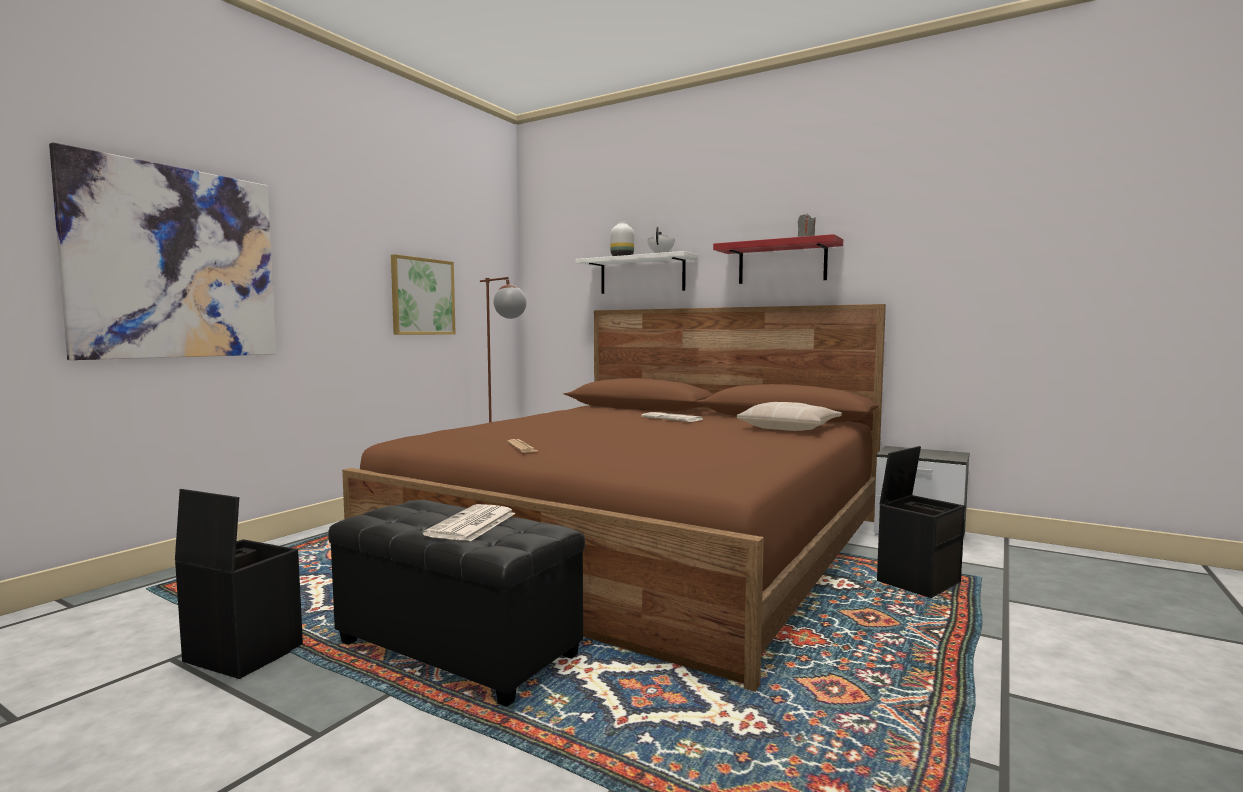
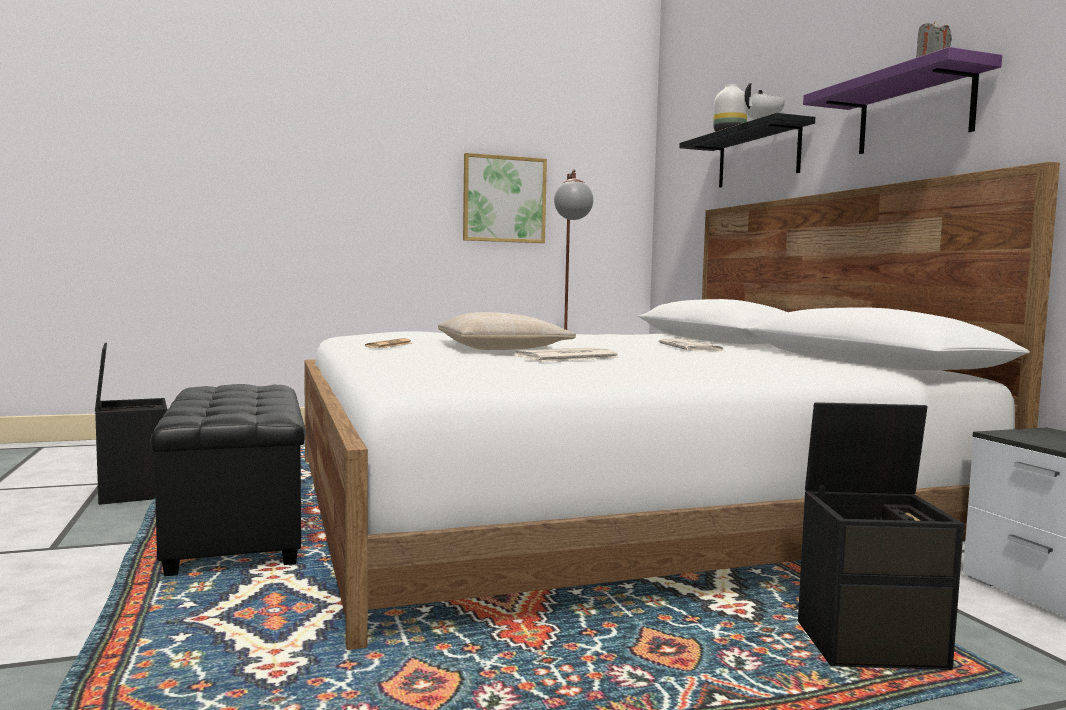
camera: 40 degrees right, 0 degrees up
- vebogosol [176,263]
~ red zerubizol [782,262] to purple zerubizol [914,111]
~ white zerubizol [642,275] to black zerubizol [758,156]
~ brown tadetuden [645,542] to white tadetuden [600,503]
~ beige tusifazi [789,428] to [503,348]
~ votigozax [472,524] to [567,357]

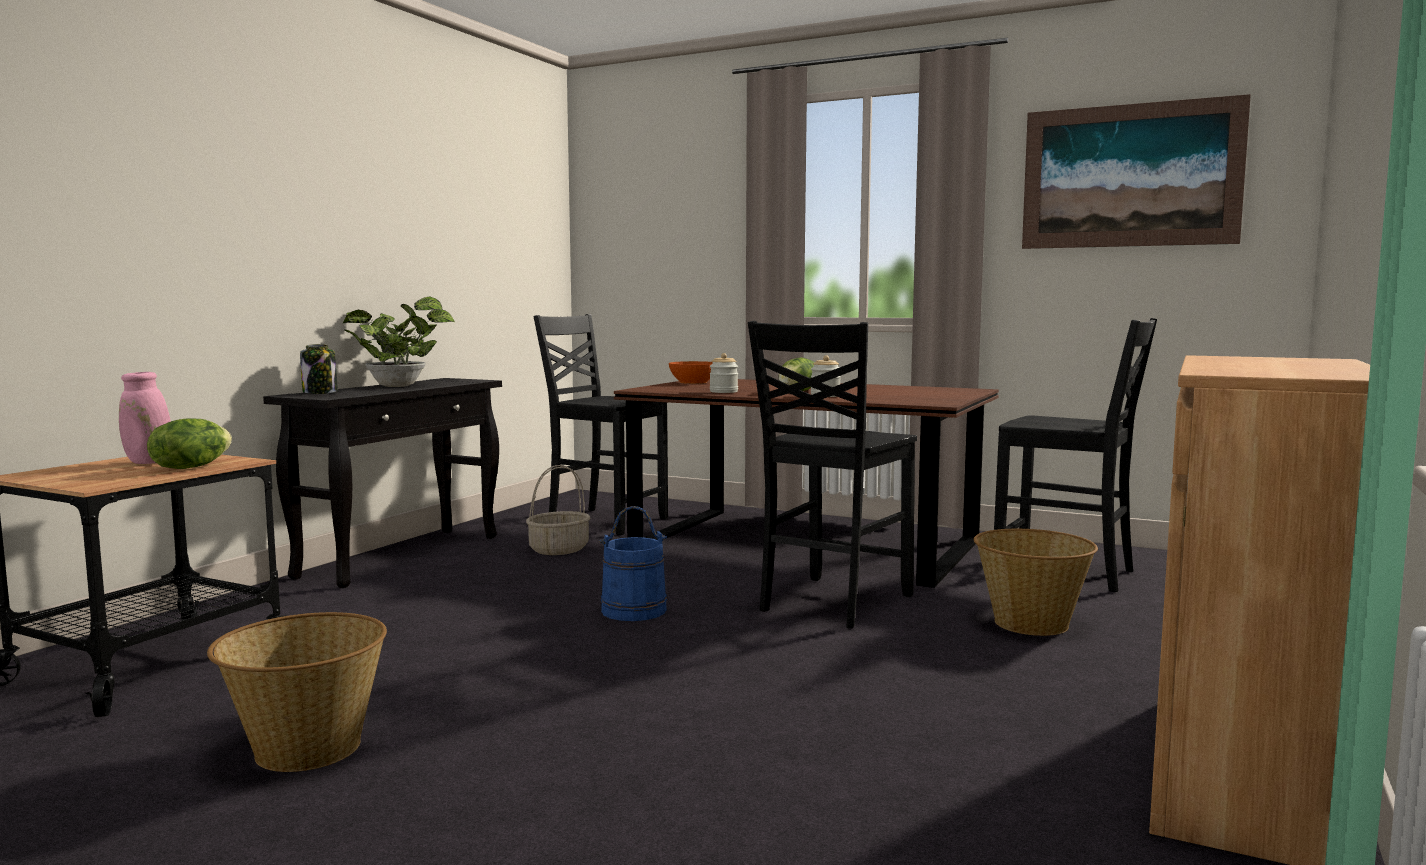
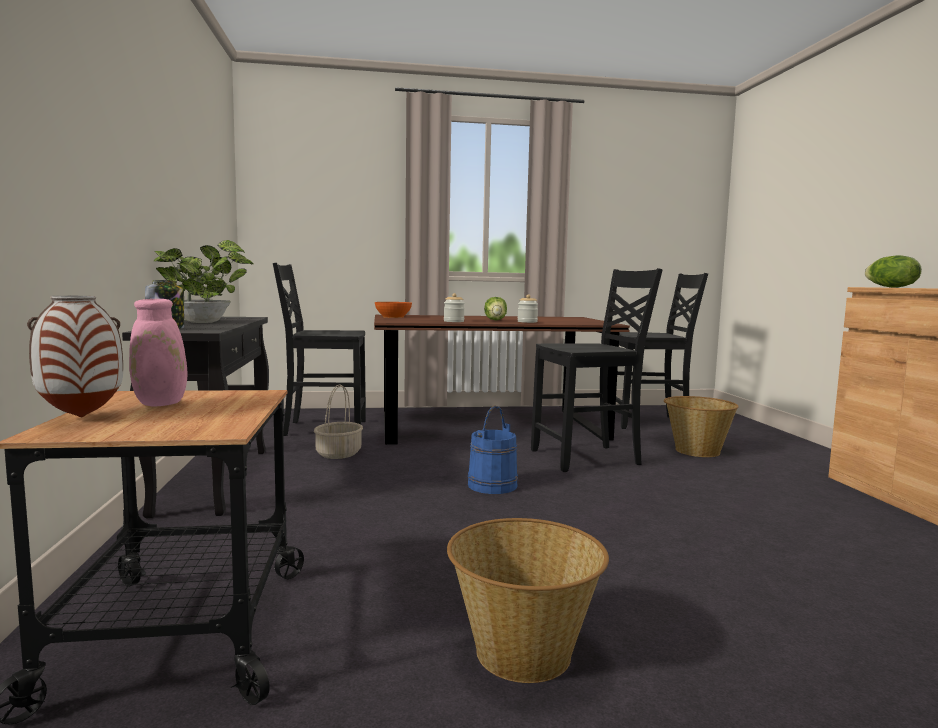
camera: 35 degrees left, 0 degrees up
- vebogosol [1130,176]
~ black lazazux [832,603] = [588,458] 105 degrees counterclockwise
~ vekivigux [191,467] to [890,287]
+ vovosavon [82,417]

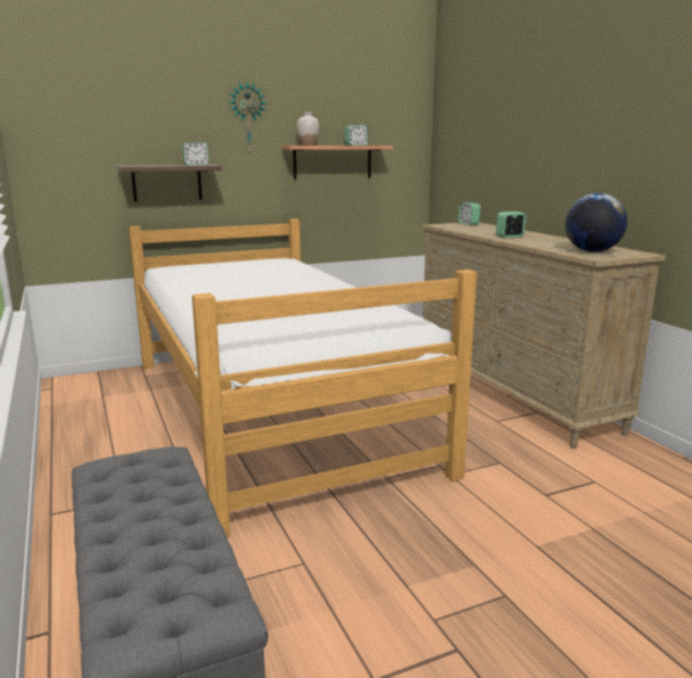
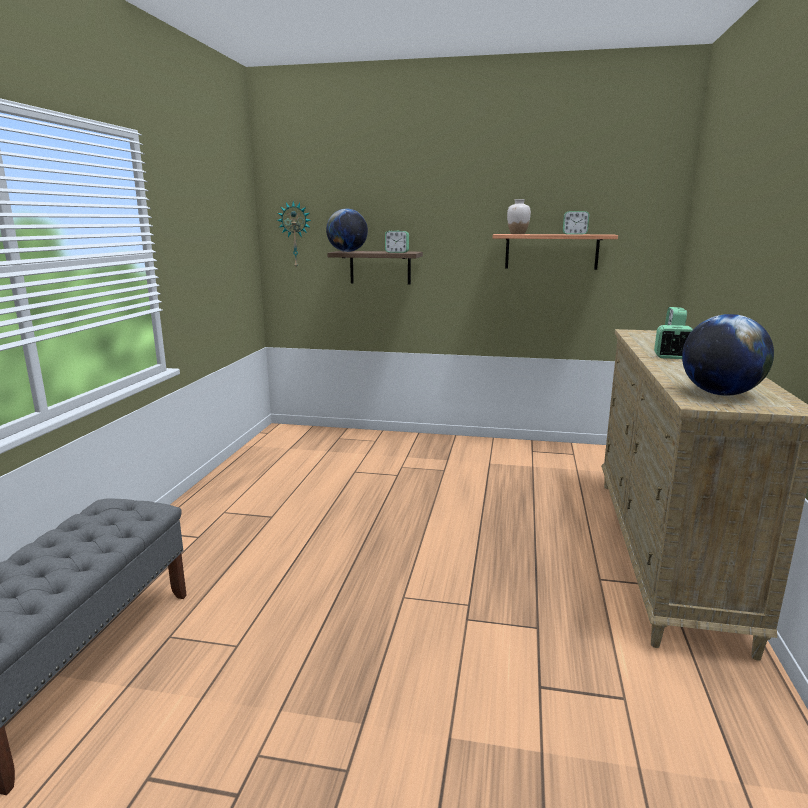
camera: 35 degrees right, 0 degrees up
~ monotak [247,119] to [295,235]
- tadetuden [271,410]
+ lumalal [347,251]

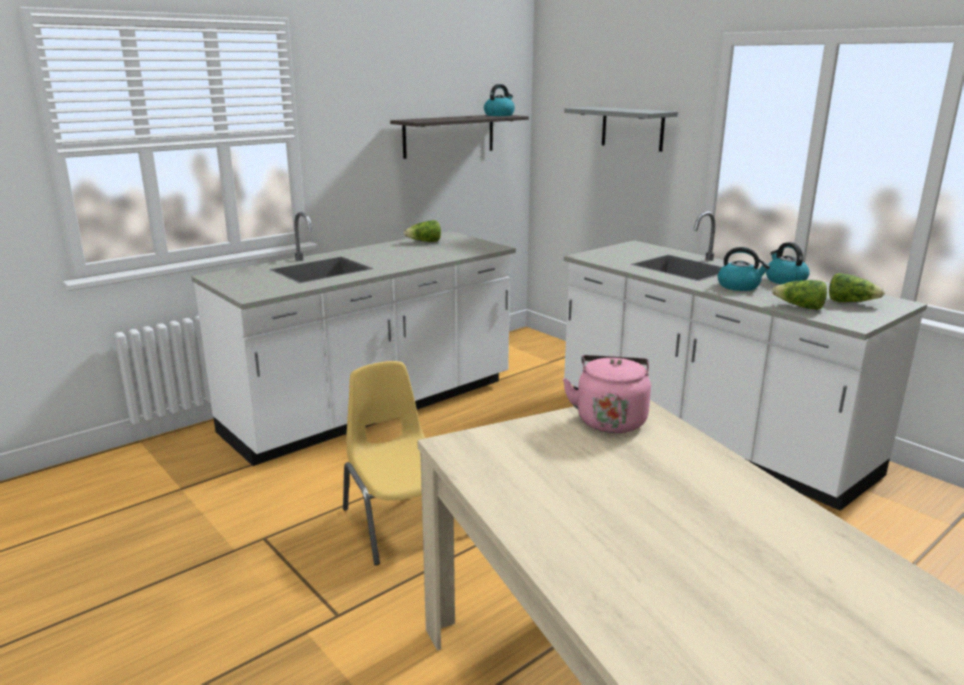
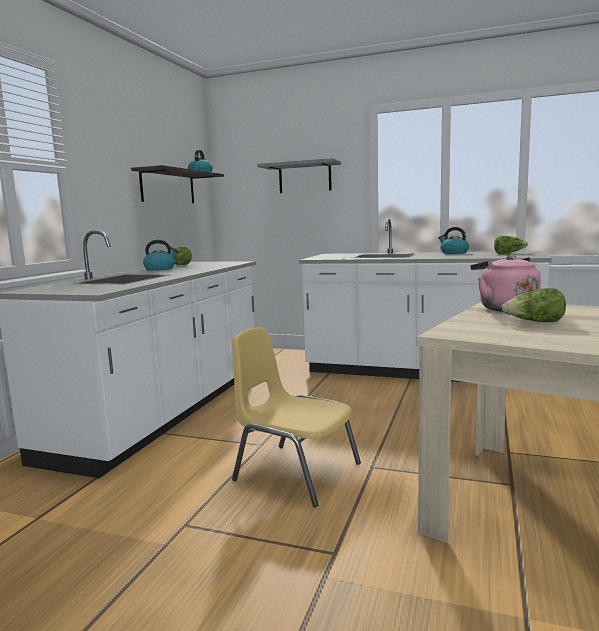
camera: 30 degrees left, 10 degrees down
~ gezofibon [739,286] to [160,269]
~ vekivigux [800,307] to [534,322]

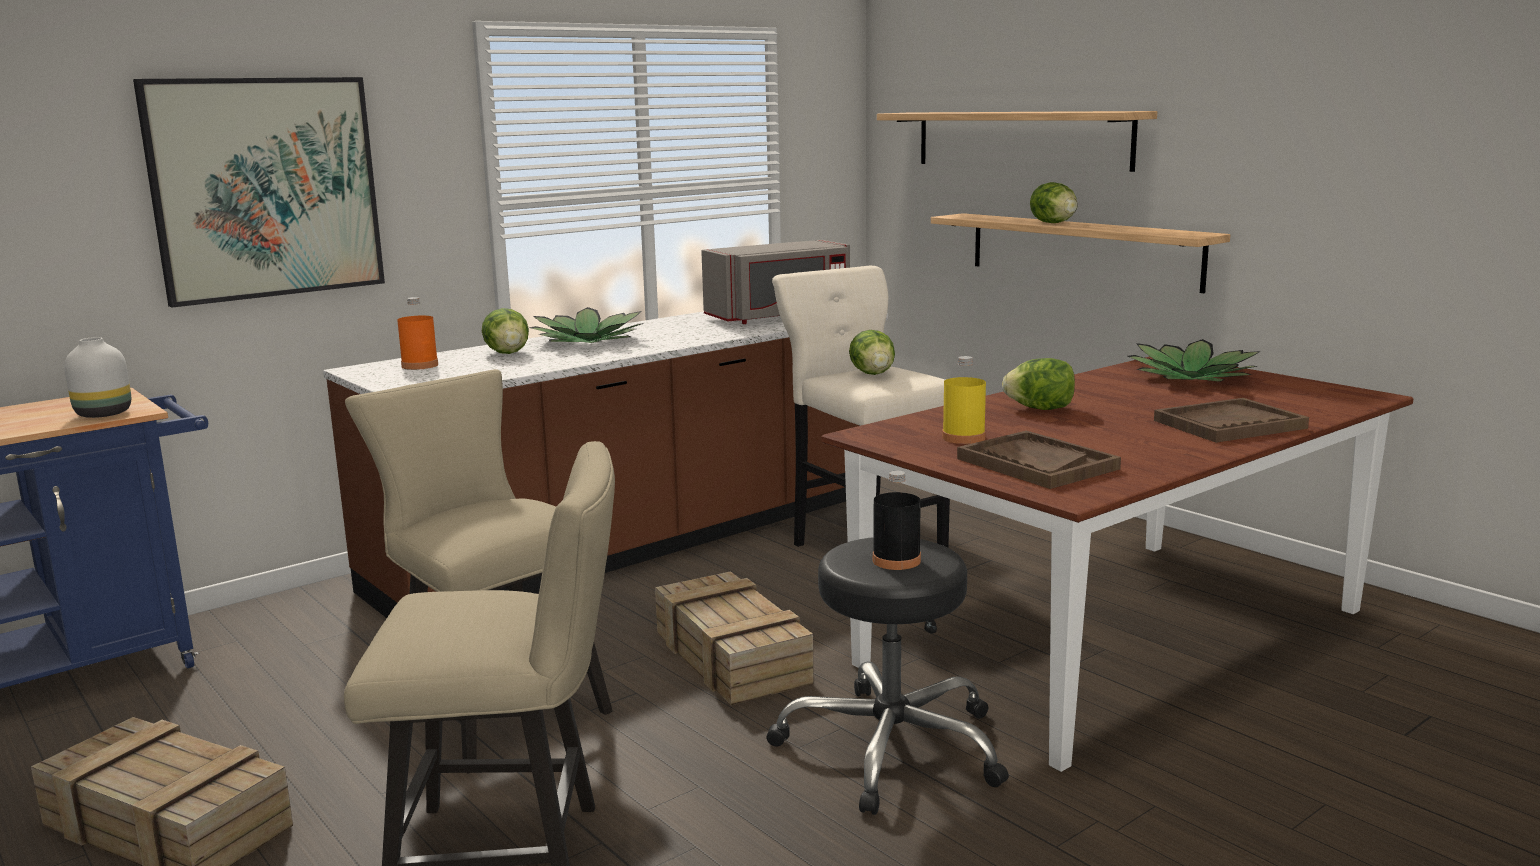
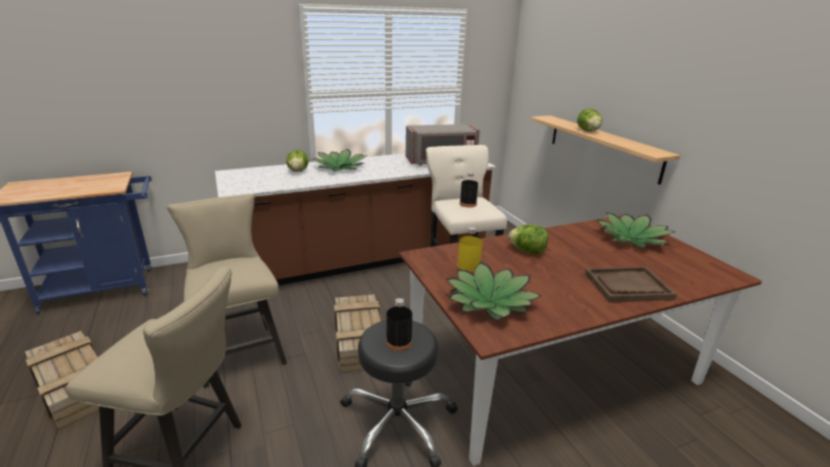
camera: 15 degrees right, 10 degrees up
- vebogosol [266,188]
- zerubizol [1020,139]
- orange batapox [420,365]
~ vekivigux [873,374] to black batapox [468,204]
- white vovosavon [102,414]
~ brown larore [1036,464] to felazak [490,301]

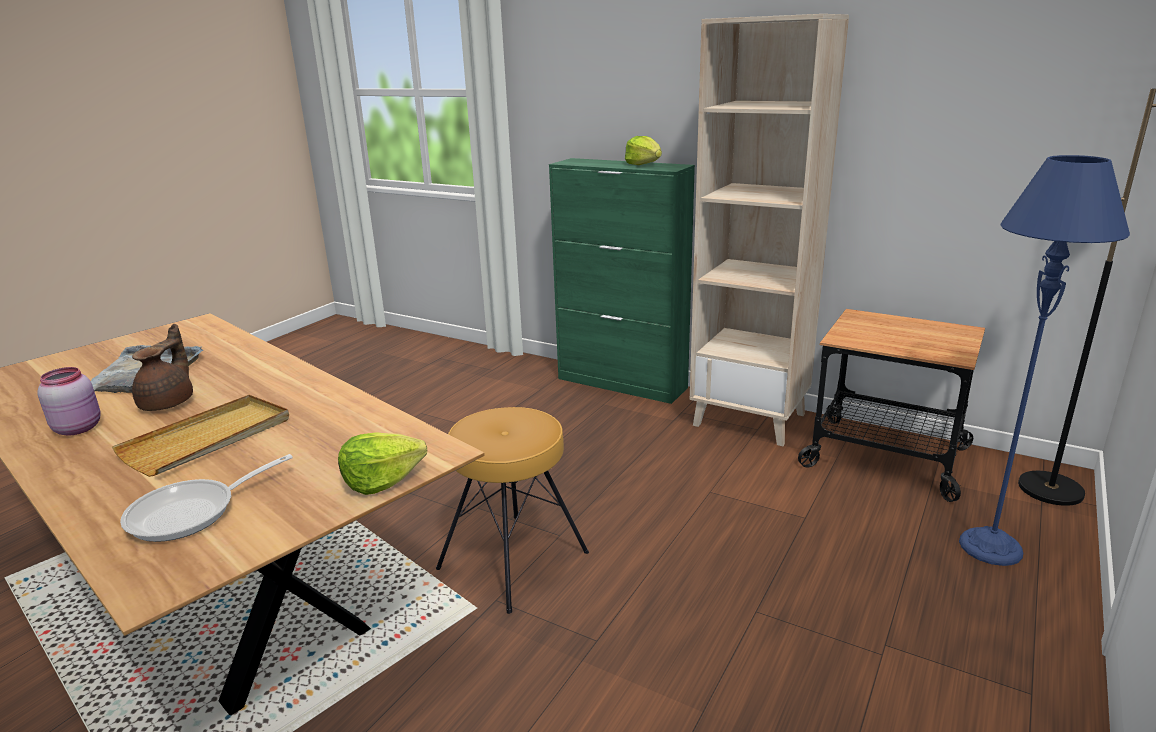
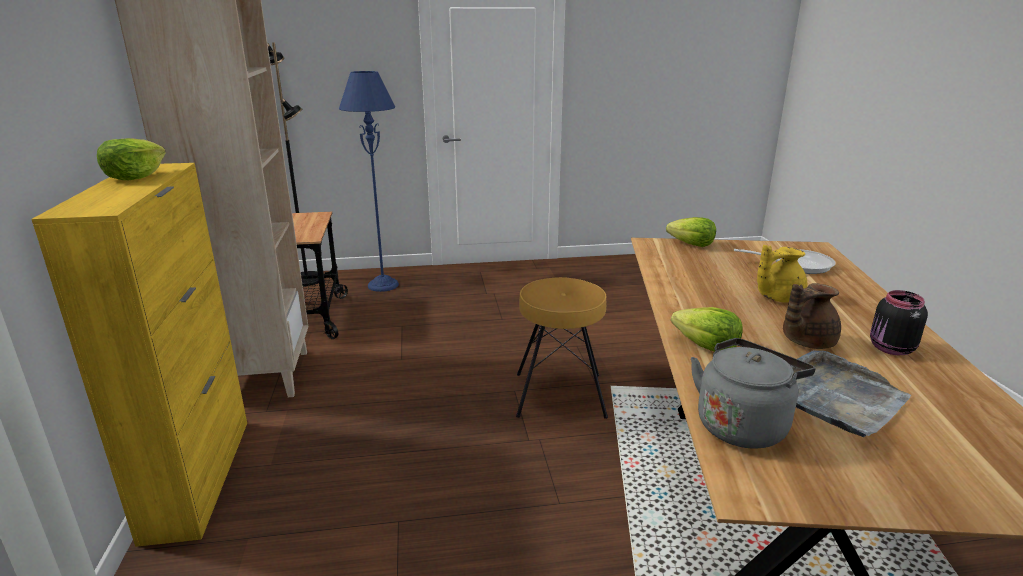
camera: 130 degrees left, 0 degrees up
~ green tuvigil [622,383] to yellow tuvigil [199,476]
~ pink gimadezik [79,428] to black gimadezik [890,349]
~ beige larore [208,439] to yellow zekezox [777,297]
+ vekivigux [706,346]
+ grey gezofibon [743,425]

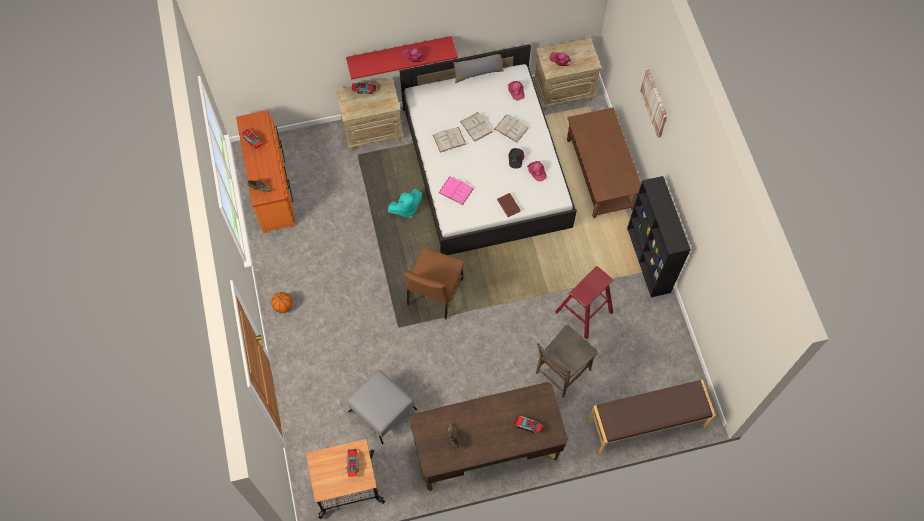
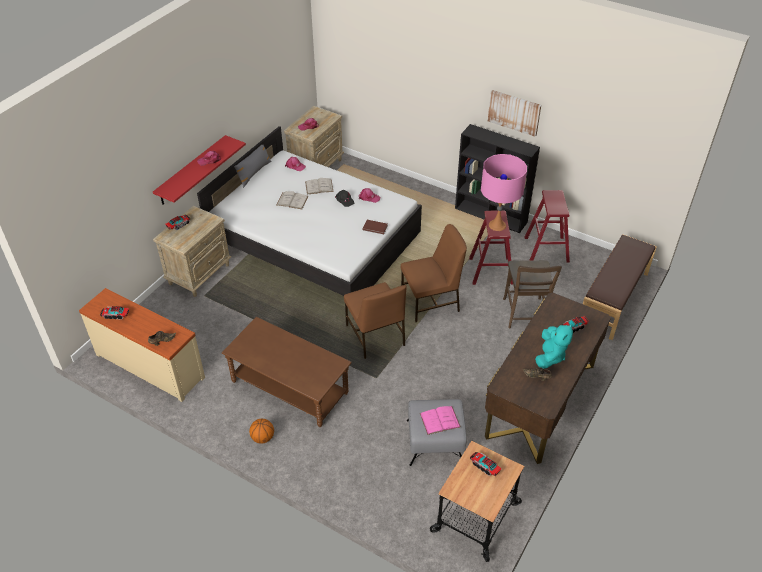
camera: 45 degrees left, 20 degrees down
~ vebogosol [655,103] to [514,112]
~ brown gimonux [600,174] to [289,387]
~ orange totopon [271,186] to beige totopon [151,365]
- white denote [449,139]
~ pink denote [456,190] to [440,420]
~ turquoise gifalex [406,209] to [550,356]
+ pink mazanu [497,225]
+ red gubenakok [546,249]
+ brown lazazux [431,302]

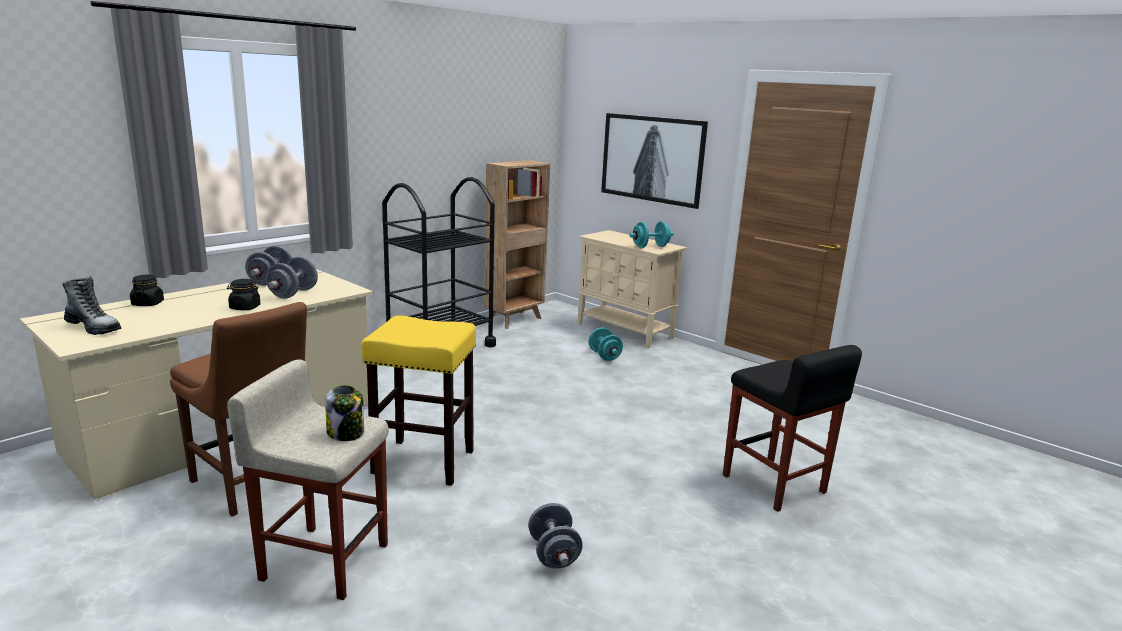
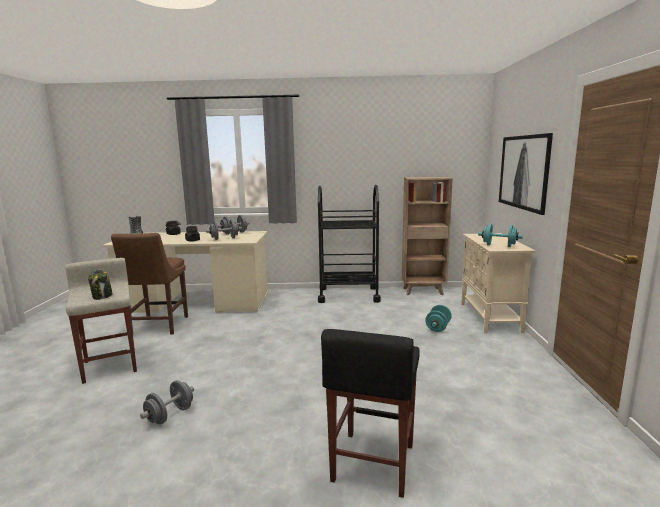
camera: 50 degrees right, 5 degrees down
- yellow gubenakok [422,462]

